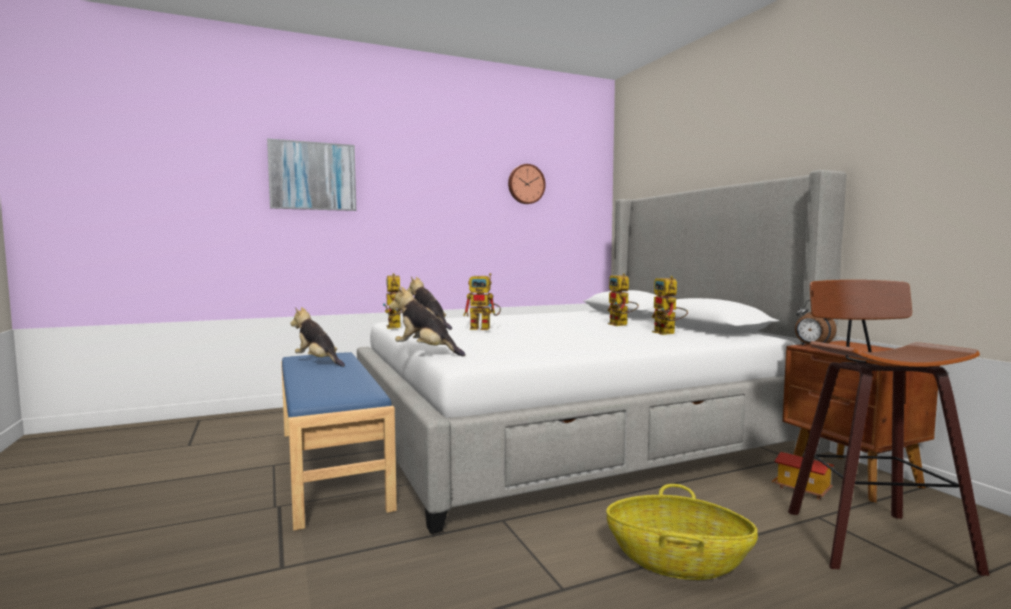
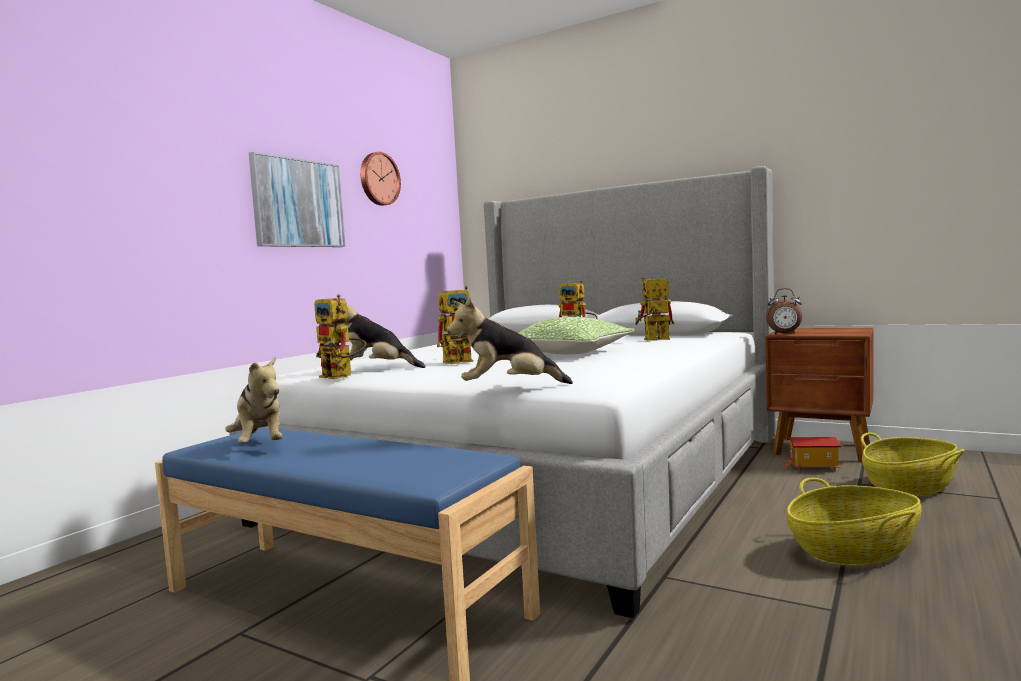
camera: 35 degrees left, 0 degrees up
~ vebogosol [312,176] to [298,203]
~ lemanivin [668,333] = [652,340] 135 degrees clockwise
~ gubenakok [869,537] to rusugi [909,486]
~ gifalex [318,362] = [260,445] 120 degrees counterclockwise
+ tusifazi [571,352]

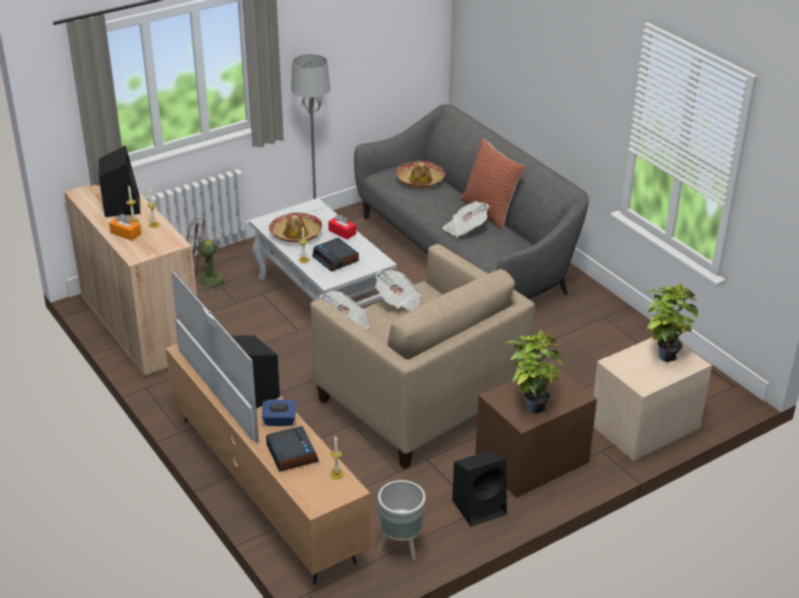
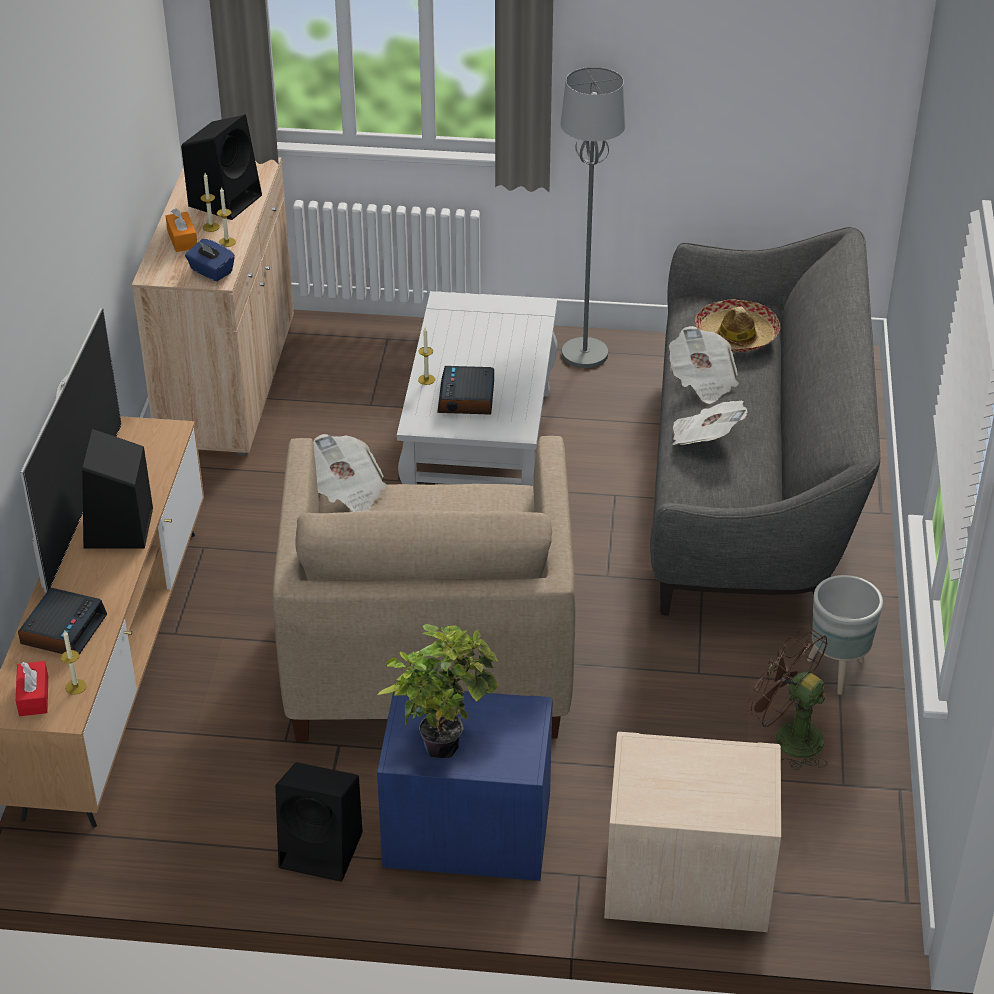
camera: 40 degrees right, 5 degrees up
- tusifazi [490,211]
- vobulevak [296,234]
~ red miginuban [342,232] to [33,696]
~ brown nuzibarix [204,280] to [788,736]
~ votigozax [399,302] to [702,381]
- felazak [664,354]
~ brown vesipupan [531,460] to blue vesipupan [466,829]
~ blue miginuban [279,421] to [211,271]
~ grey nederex [400,548] to [835,672]

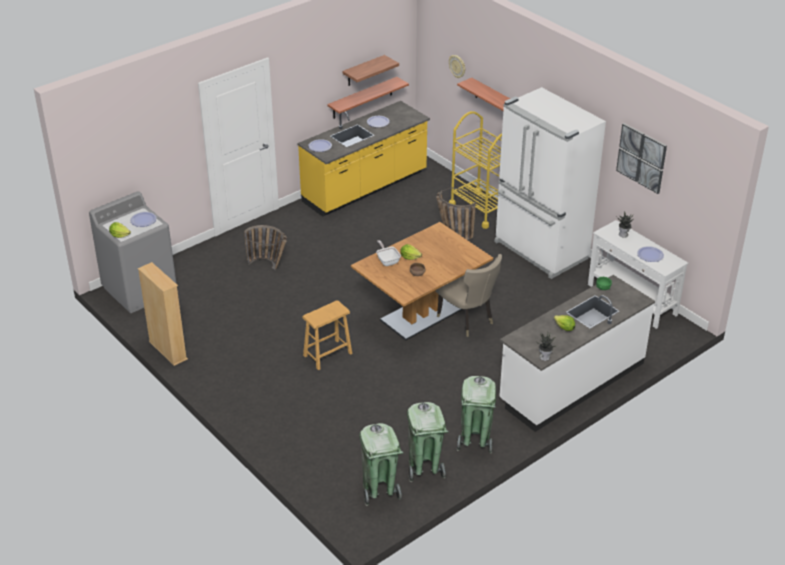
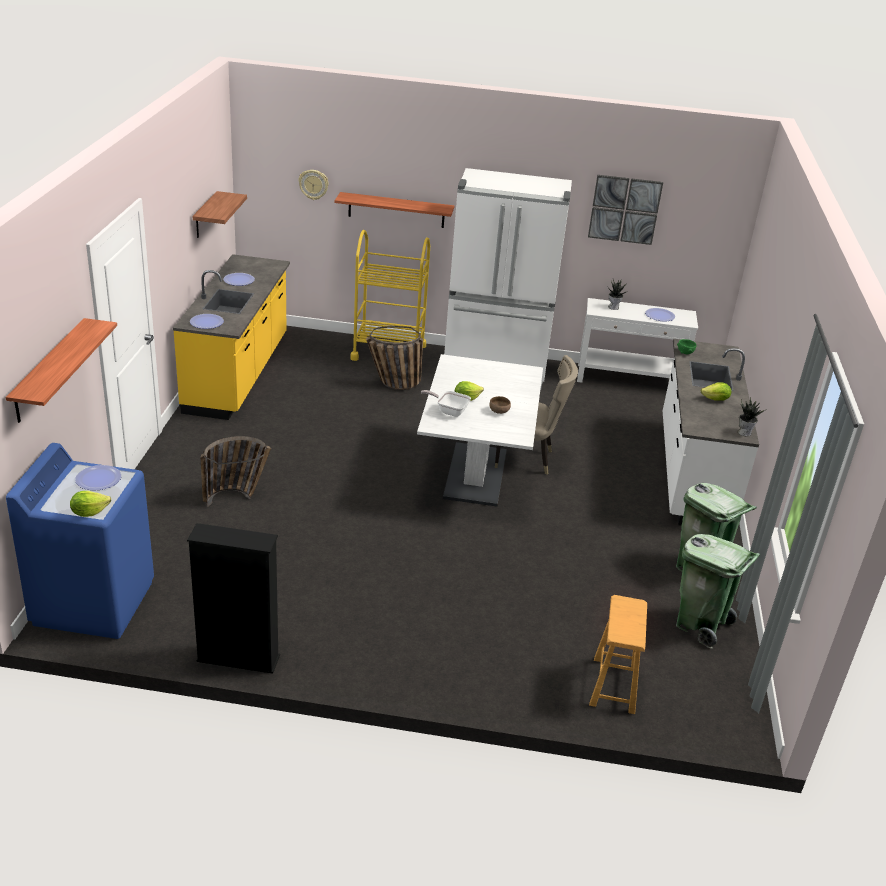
camera: 45 degrees left, 5 degrees down
~ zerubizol [362,98] to [49,370]
~ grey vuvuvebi [140,289] to blue vuvuvebi [94,602]
~ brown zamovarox [421,315] to white zamovarox [475,474]
~ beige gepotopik [168,350] to black gepotopik [238,659]
~ brown gubenakok [328,354] to [614,685]
- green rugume [379,489]

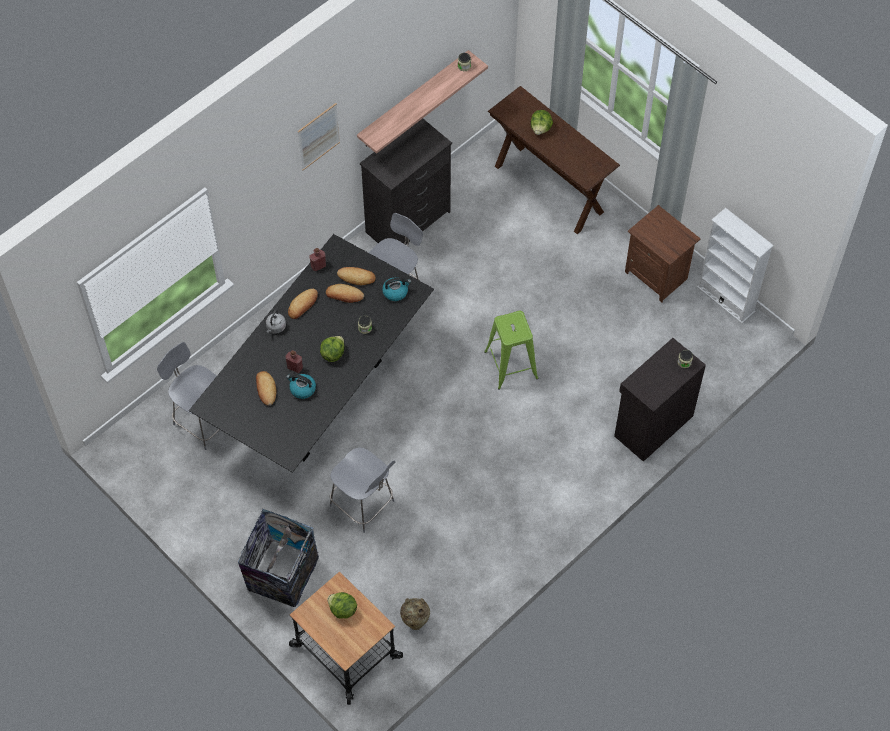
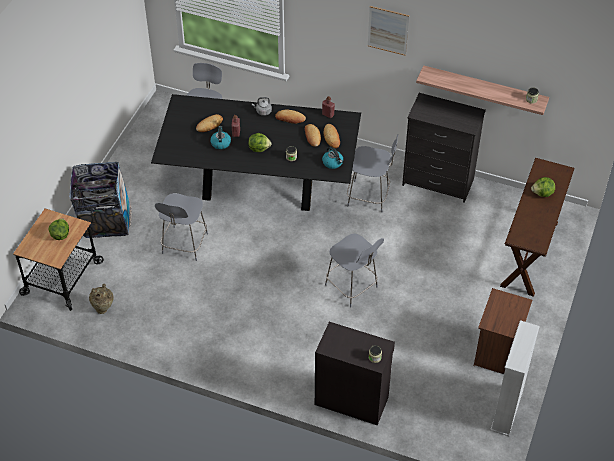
camera: 65 degrees right, 10 degrees down
~ green gubenakok [511,364] to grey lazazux [352,287]

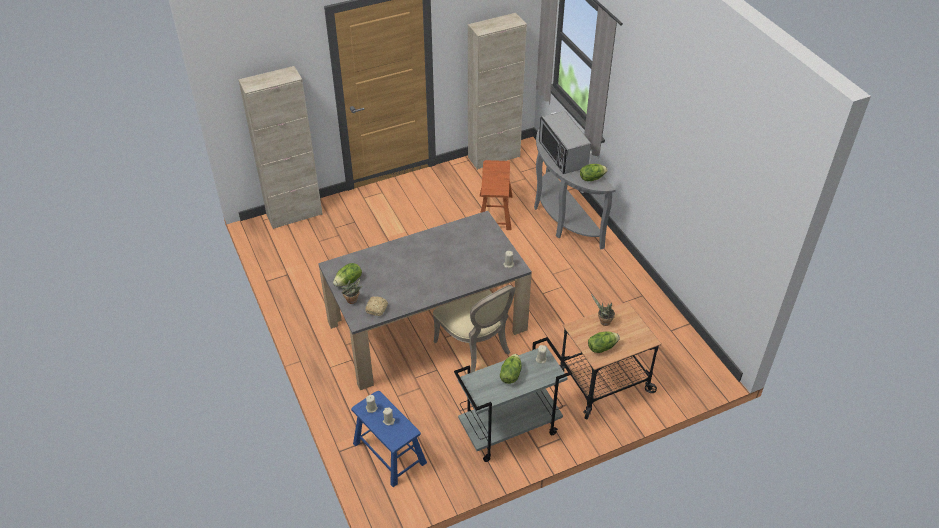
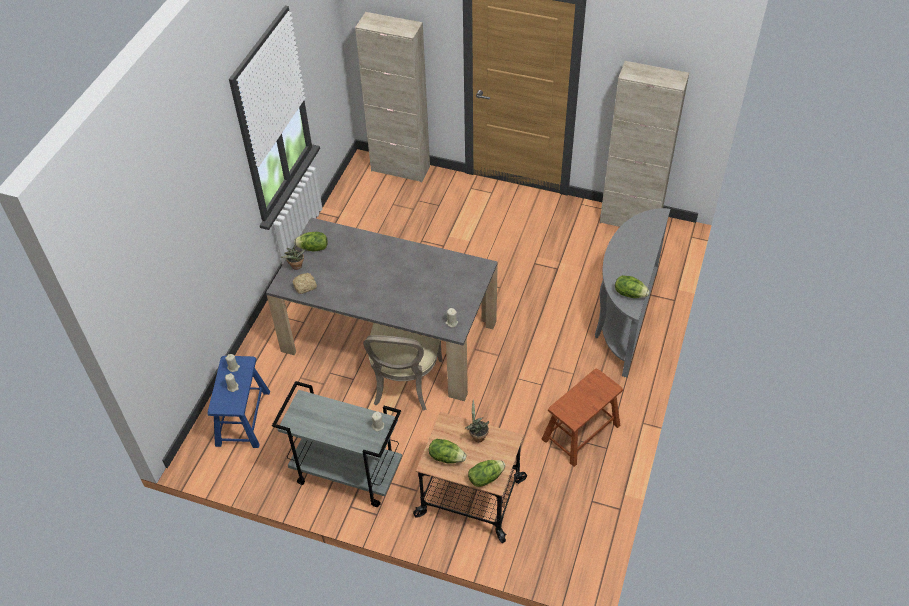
camera: 45 degrees right, 5 degrees up
- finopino [562,155]
~ brown gubenakok [495,212] to [581,432]
~ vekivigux [510,375] to [485,477]

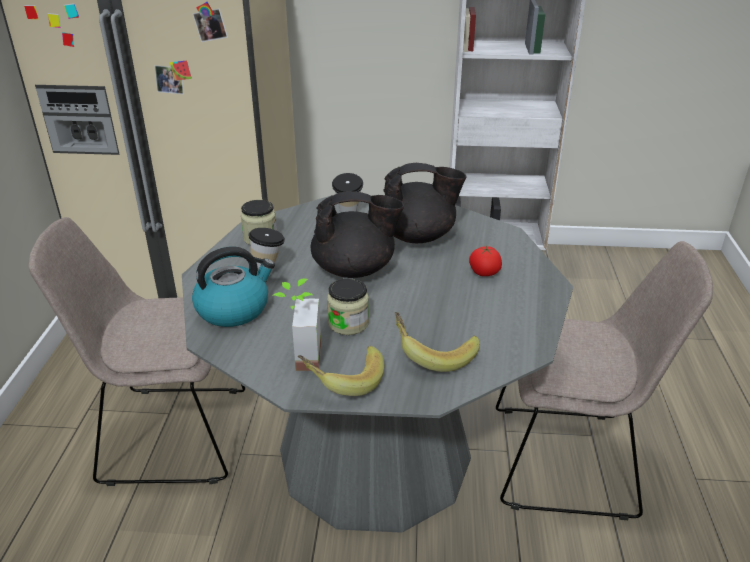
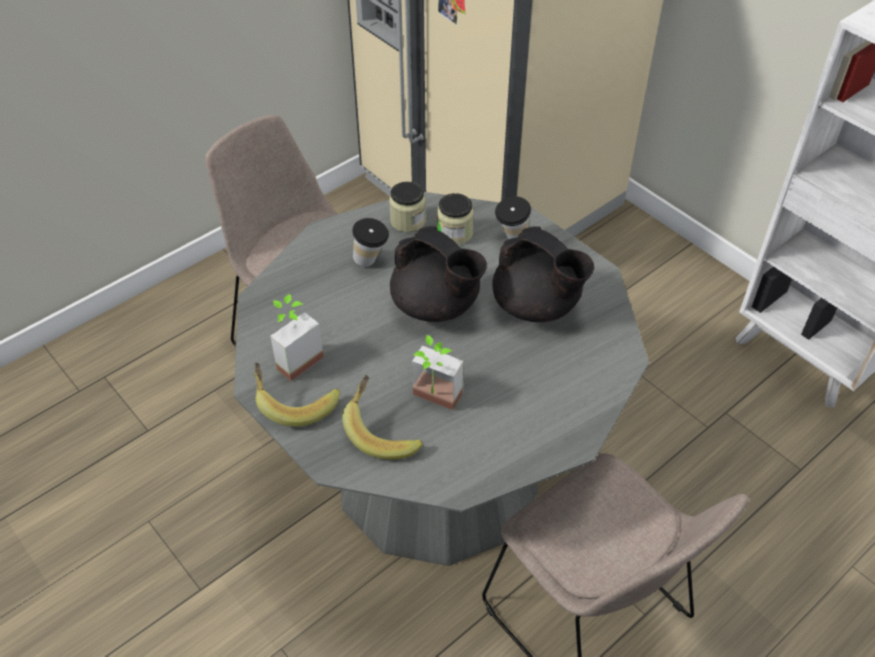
camera: 45 degrees right, 15 degrees up
- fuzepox [484,273]
- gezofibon [234,309]
~ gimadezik [348,323] to [454,233]
+ felazak [433,401]

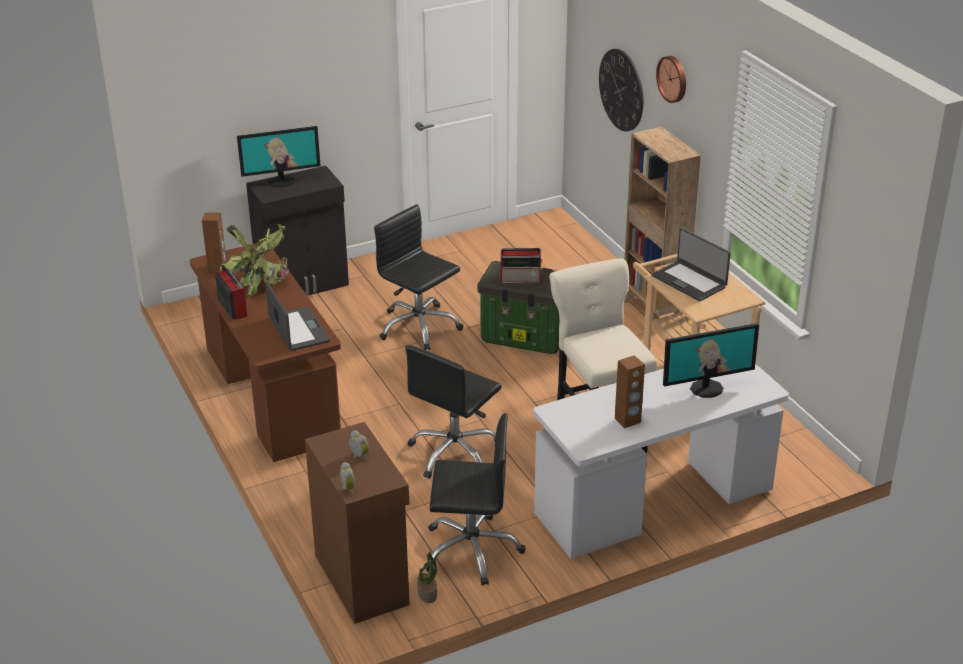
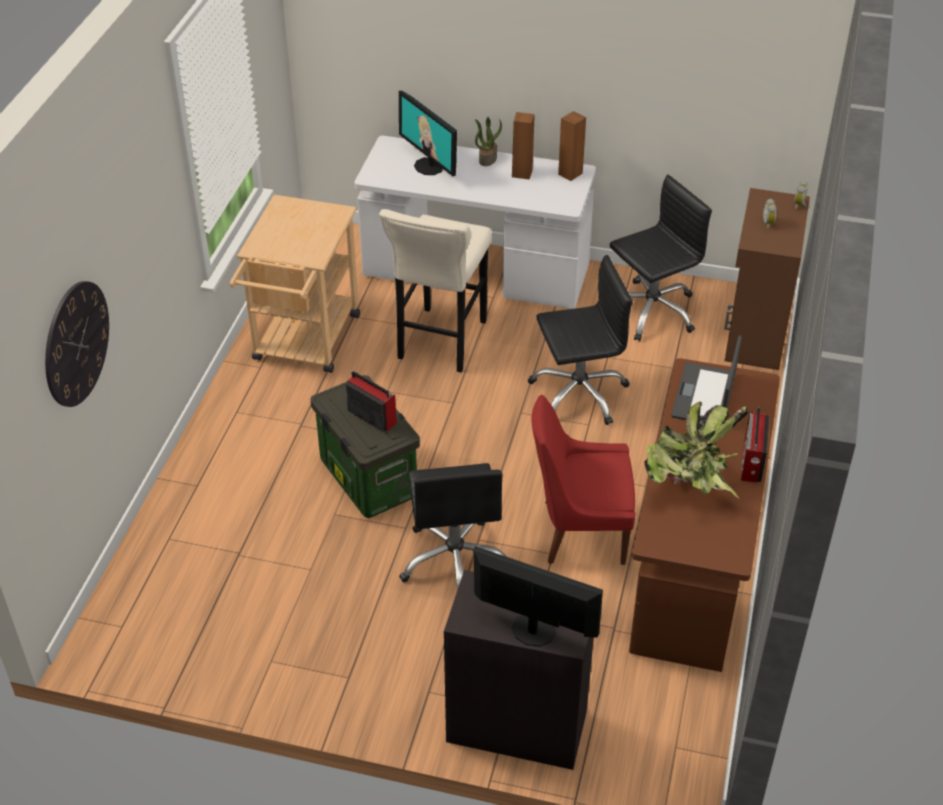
camera: 140 degrees left, 10 degrees up
- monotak [673,78]
- brown gepotopik [653,311]
~ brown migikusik [218,269] to [570,173]
- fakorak [689,281]
~ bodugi [706,388] = [429,166] 150 degrees counterclockwise
~ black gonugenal [471,550] = [651,311] 105 degrees clockwise
~ felazak [427,593] to [487,158]
+ red lazazux [579,532]

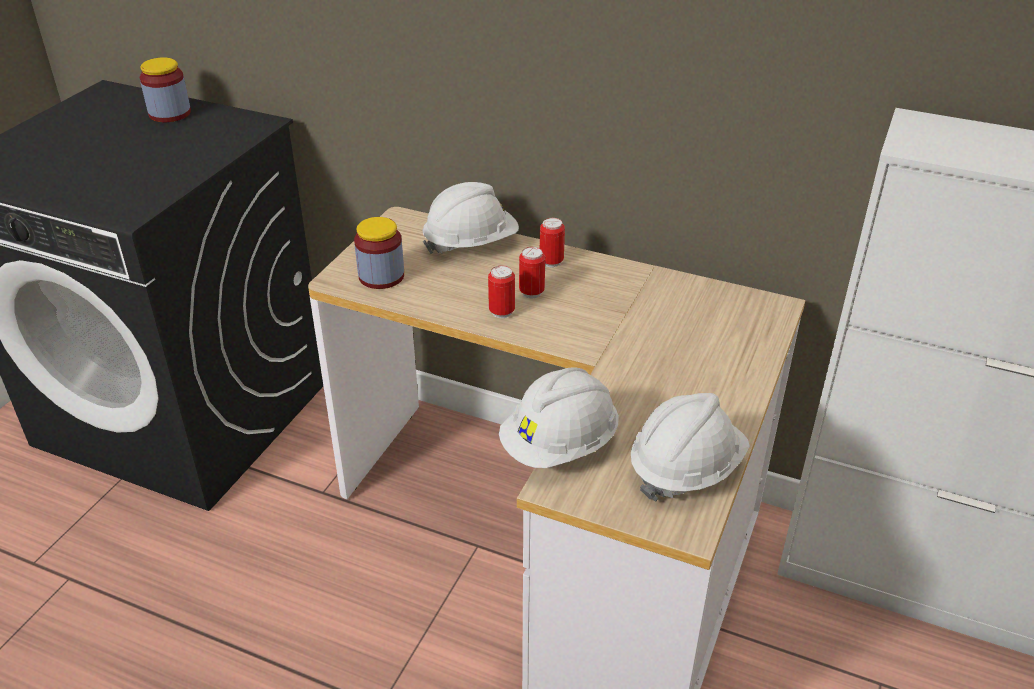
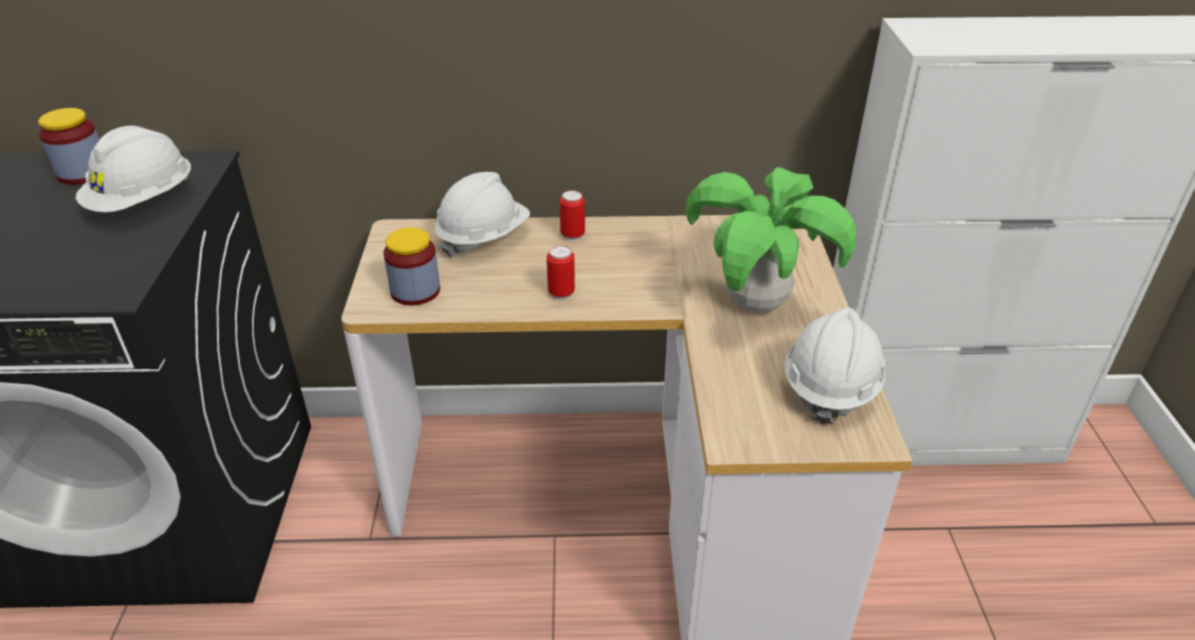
camera: 25 degrees left, 0 degrees up
- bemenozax [531,292]
~ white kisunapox [560,446] to [144,202]
+ felazak [755,305]

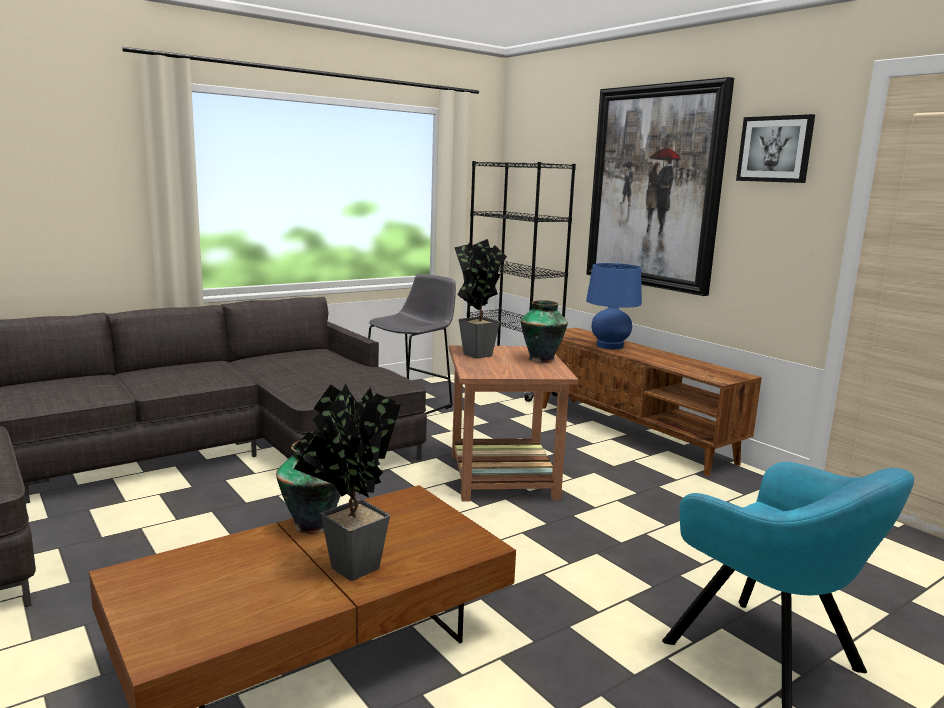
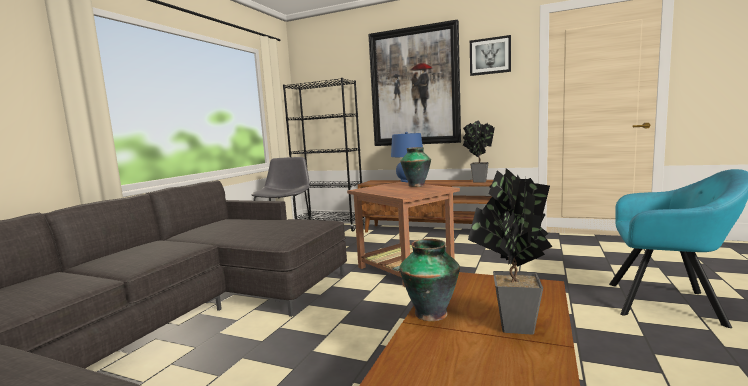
camera: 30 degrees left, 5 degrees down
~ felazak [477,353] to [477,181]

